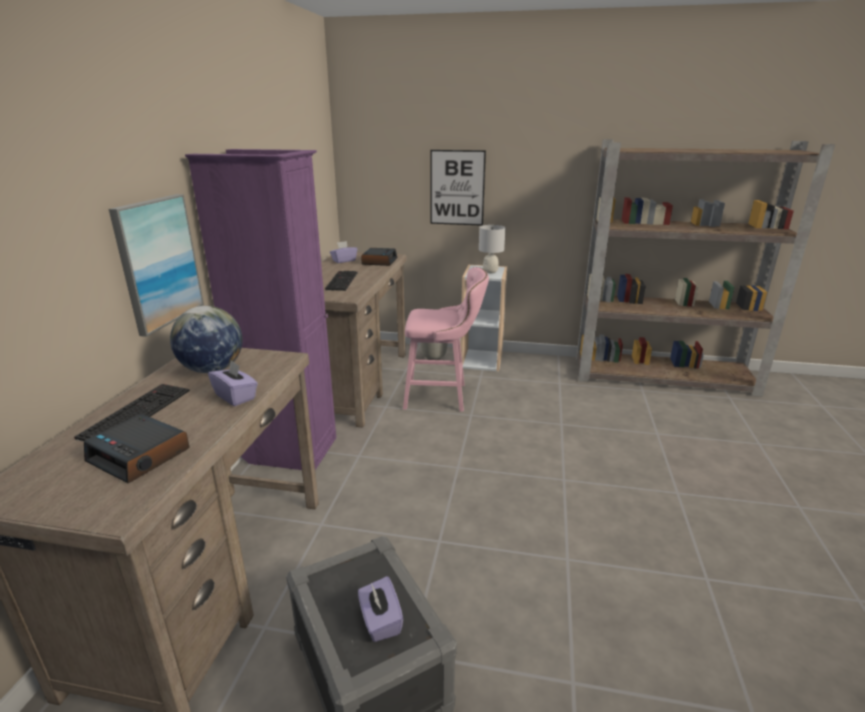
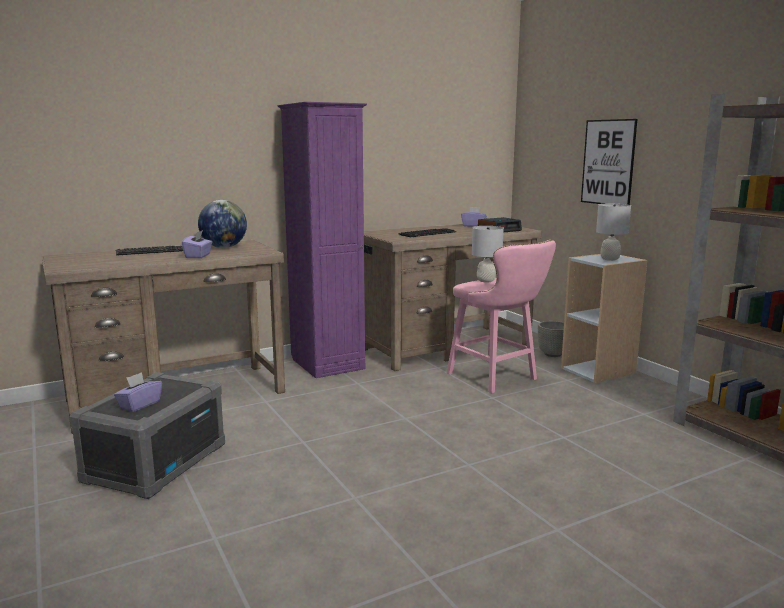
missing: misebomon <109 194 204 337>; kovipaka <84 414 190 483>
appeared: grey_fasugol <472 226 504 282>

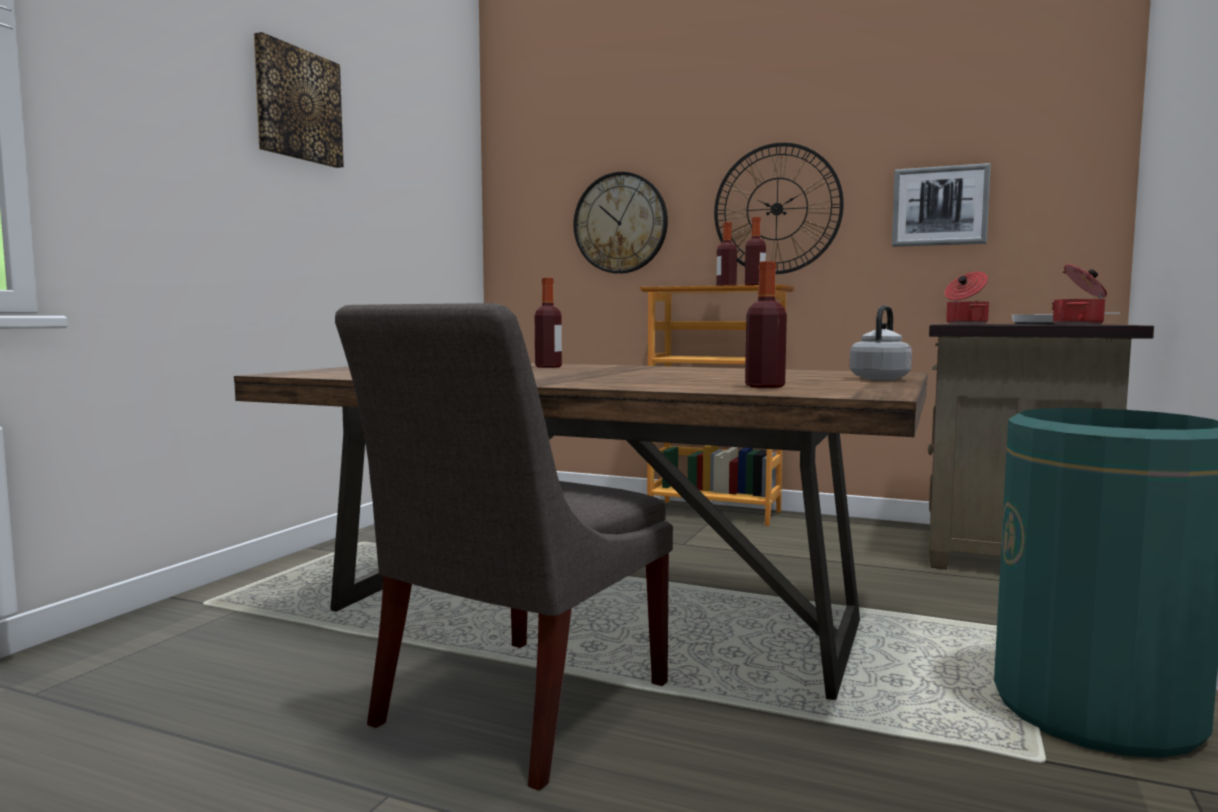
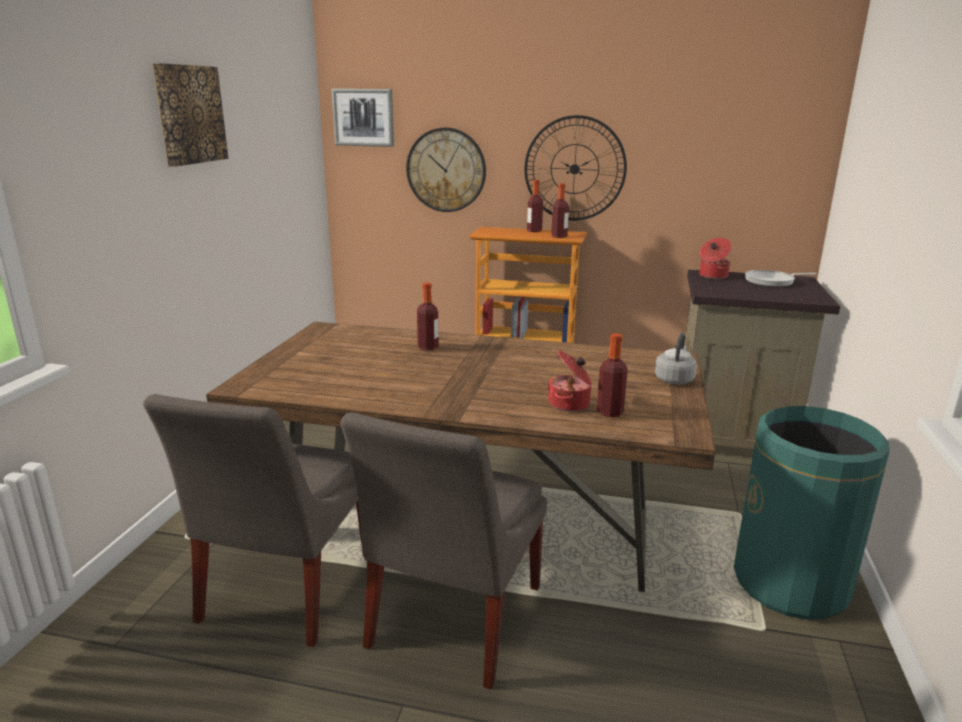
appeared: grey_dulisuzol <143 394 364 647>
relocated: misebomon <892 163 991 247> to <332 89 394 147>; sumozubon <1051 264 1107 325> to <547 350 592 412>

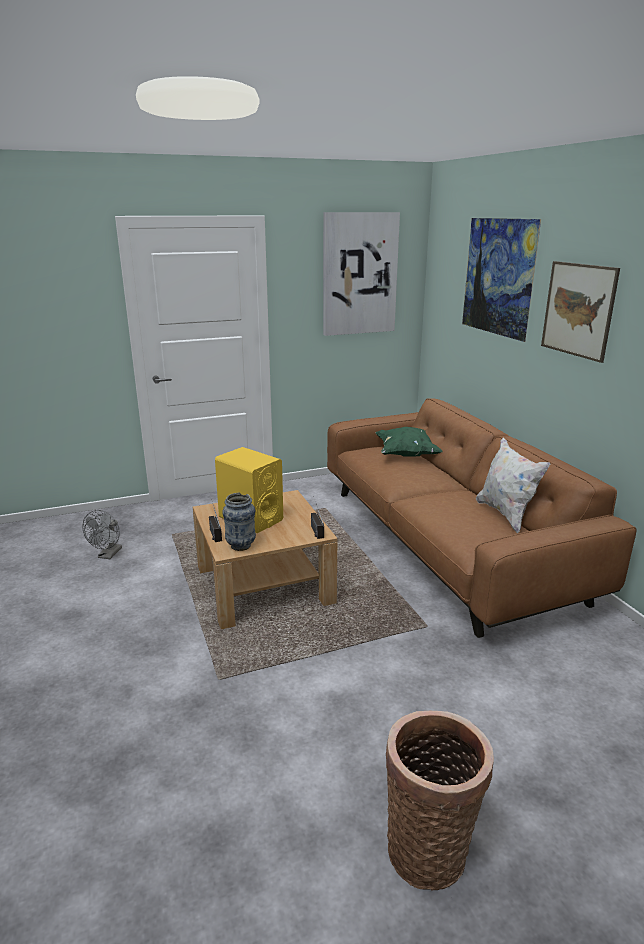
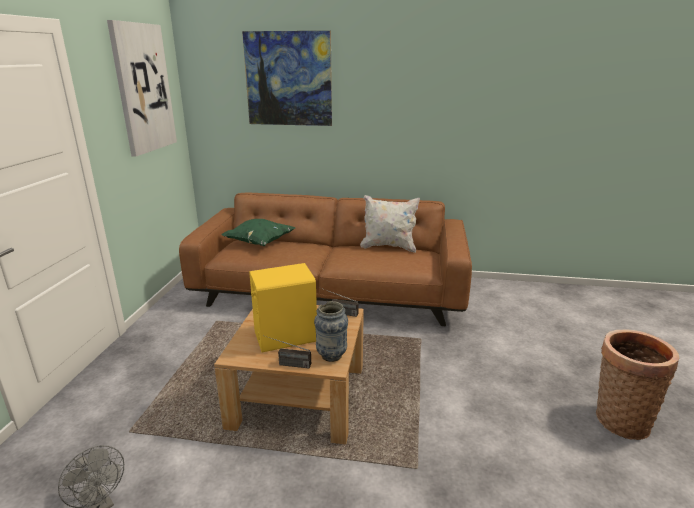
missing: misebomon <541 261 620 363>

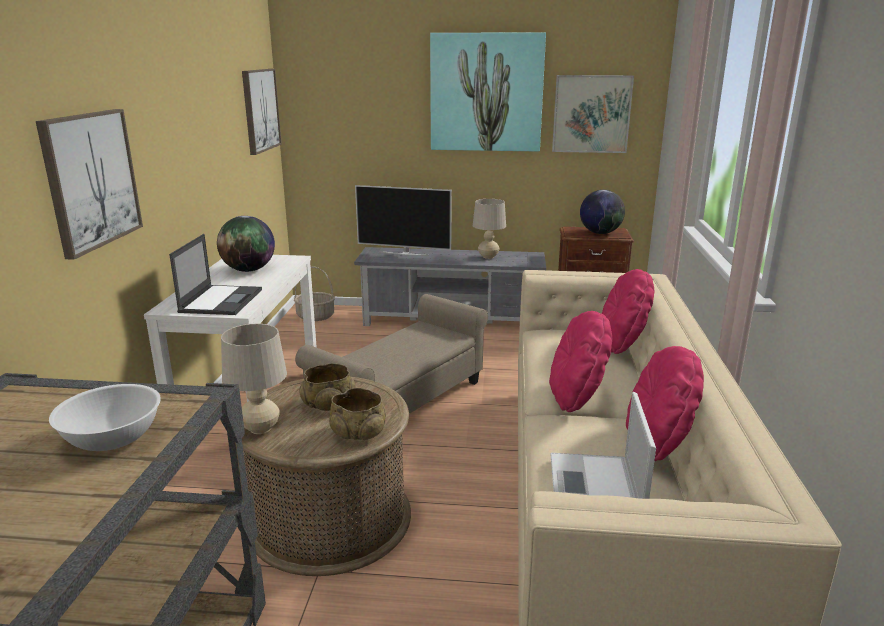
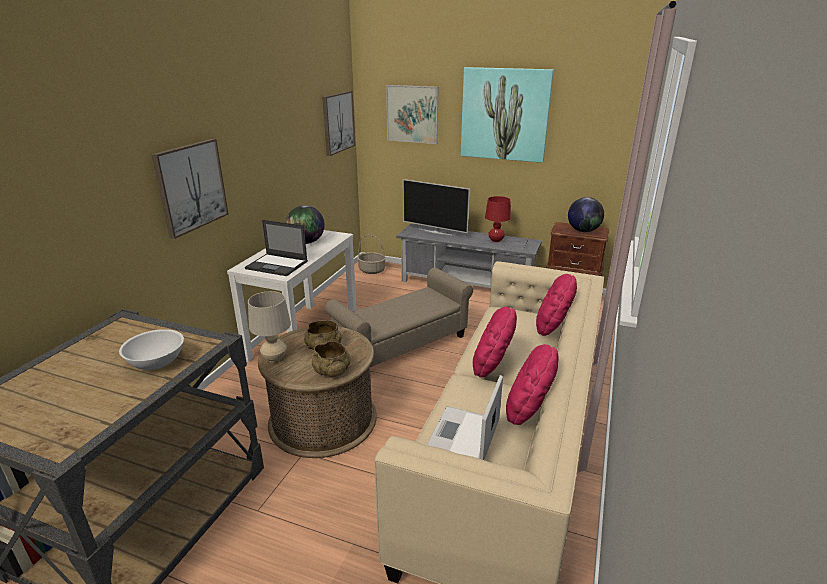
relocated: misebomon <552 75 634 153> to <386 85 439 144>
colour: beige_fasugol <473 199 506 259> to red_fasugol <485 196 511 242>
spun: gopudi <169 234 262 315> = <245 220 308 276> 90 degrees clockwise

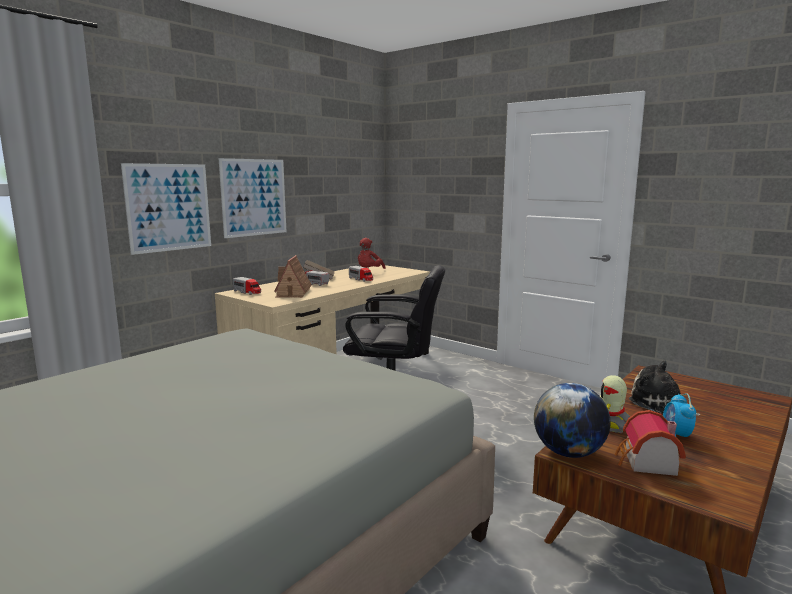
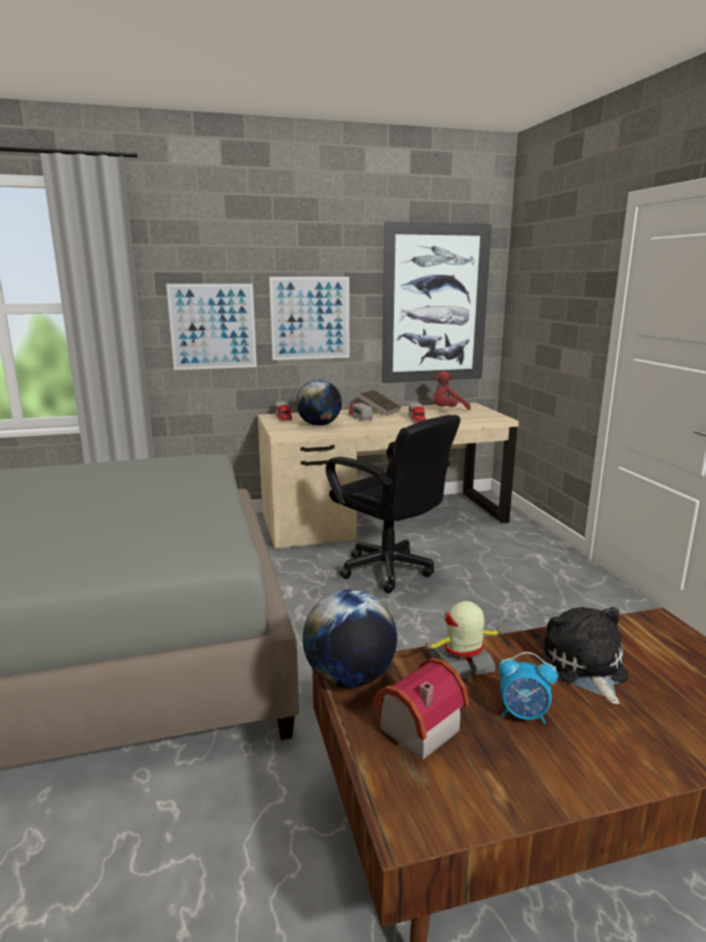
appeared: misebomon <382 222 492 383>
exchanged: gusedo <274 255 312 298> to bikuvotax <296 380 342 426>
spun: kovipaka <663 393 696 437> = <498 652 558 724> 120 degrees counterclockwise

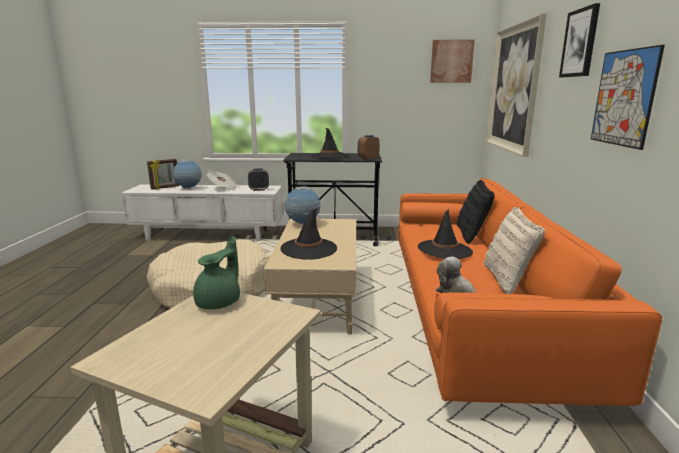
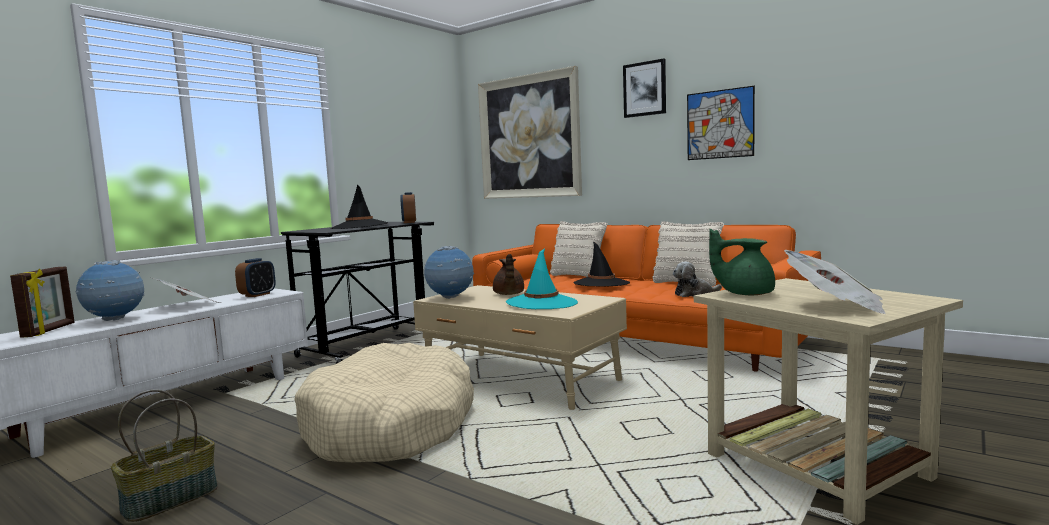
missing: misebomon <430 40 475 83>
appeared: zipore <784 250 886 314>; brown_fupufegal <493 254 524 295>; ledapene <111 389 218 522>
colour: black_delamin <456 180 494 244> to beige_delamin <550 221 608 277>; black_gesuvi <280 208 337 260> to turquoise_gesuvi <506 249 578 309>
spun: green_fupufegal <193 236 240 309> = <709 229 775 295> 45 degrees counterclockwise

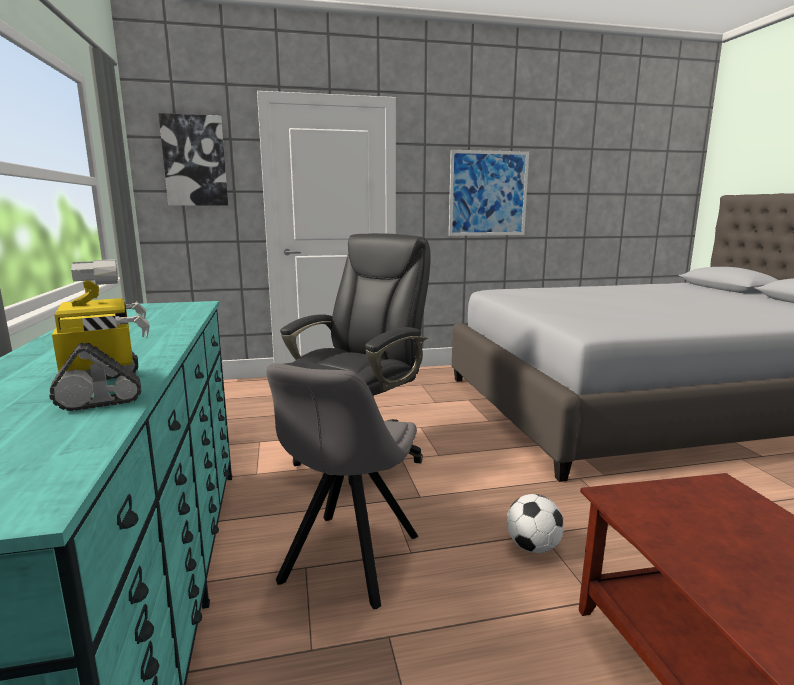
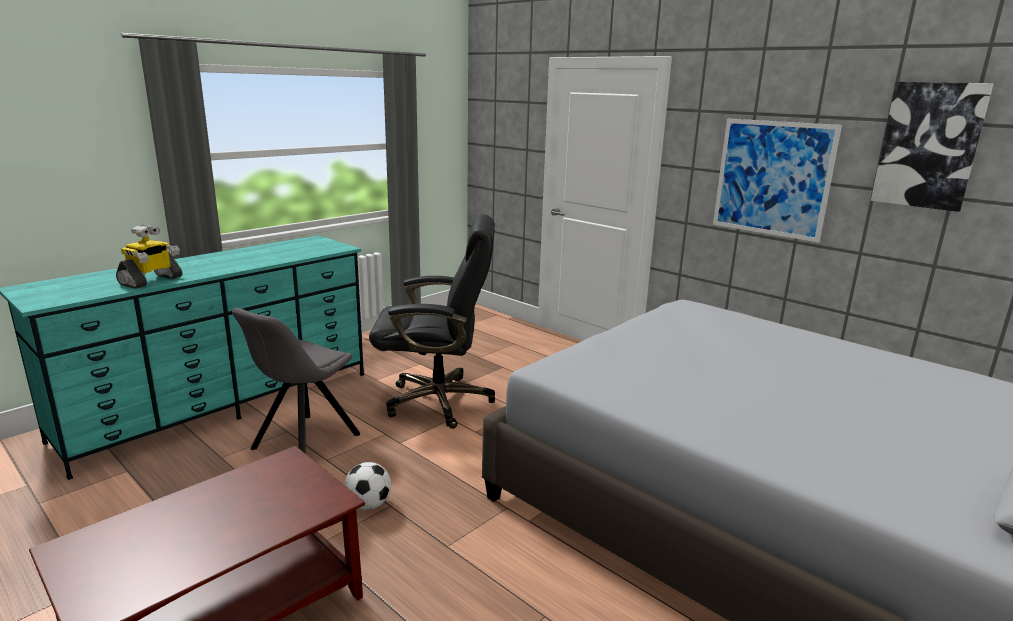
relocated: misebomon <158 113 228 206> to <871 82 994 212>
spun: grey_dulisuzol <266 363 419 609> = <232 308 360 454> 45 degrees counterclockwise

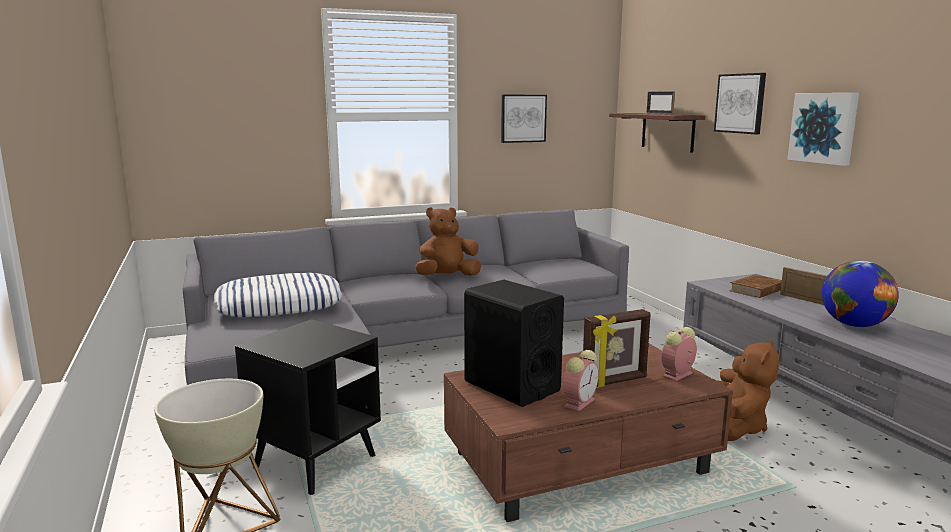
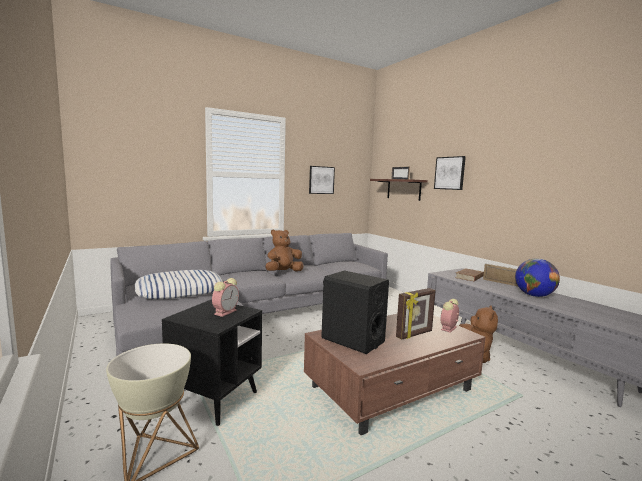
missing: misebomon <787 93 859 166>
relocated: kovipaka <563 350 599 411> to <212 278 239 317>

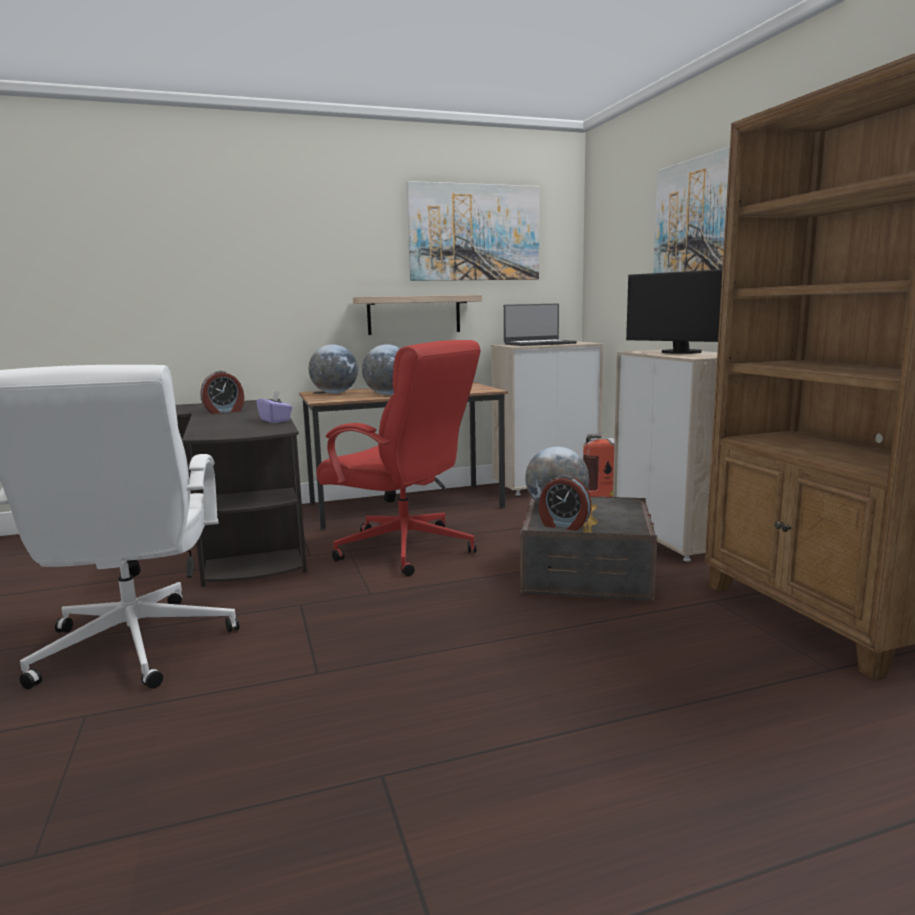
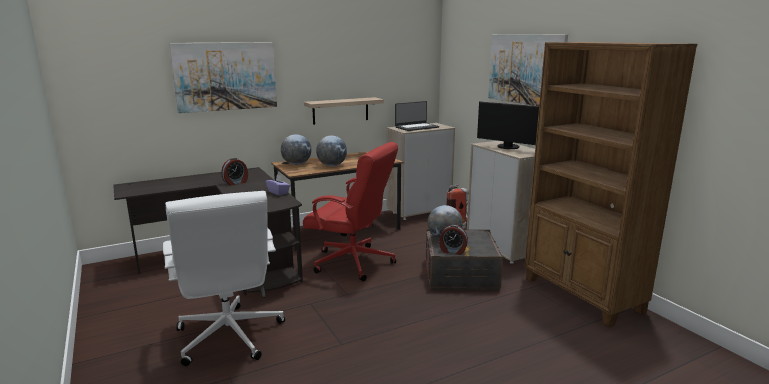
relocated: misebomon <407 181 539 281> to <169 42 277 113>

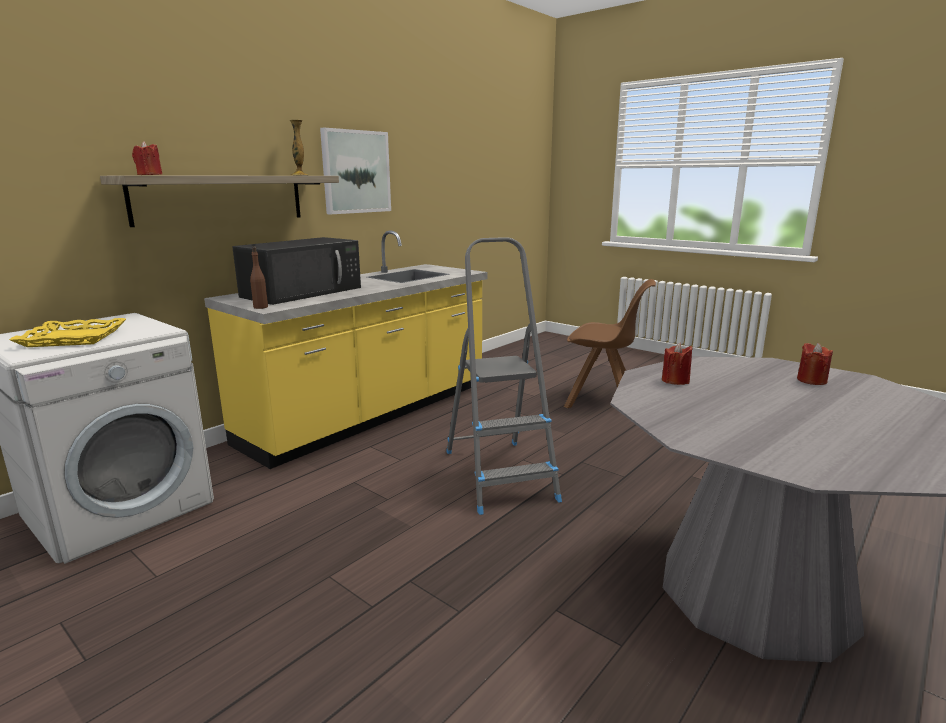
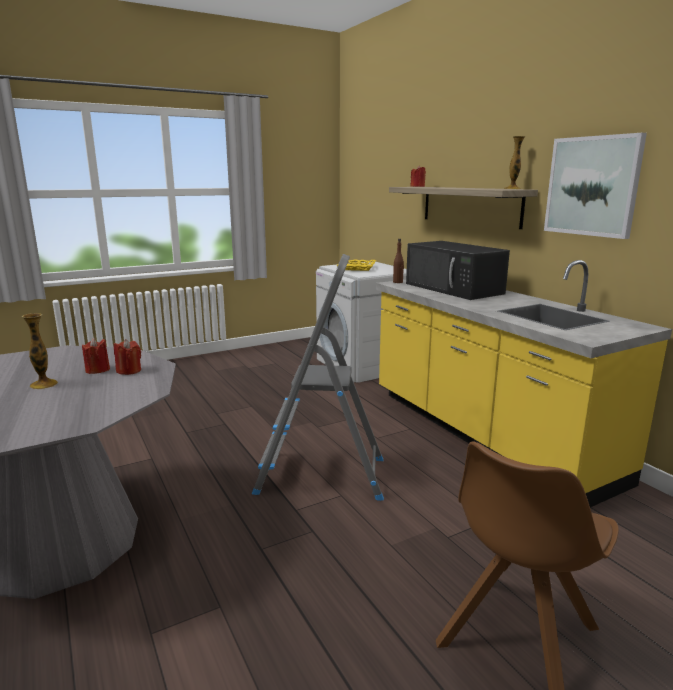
appeared: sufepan <22 313 58 389>
relocated: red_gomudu <797 343 833 385> to <82 338 110 374>

